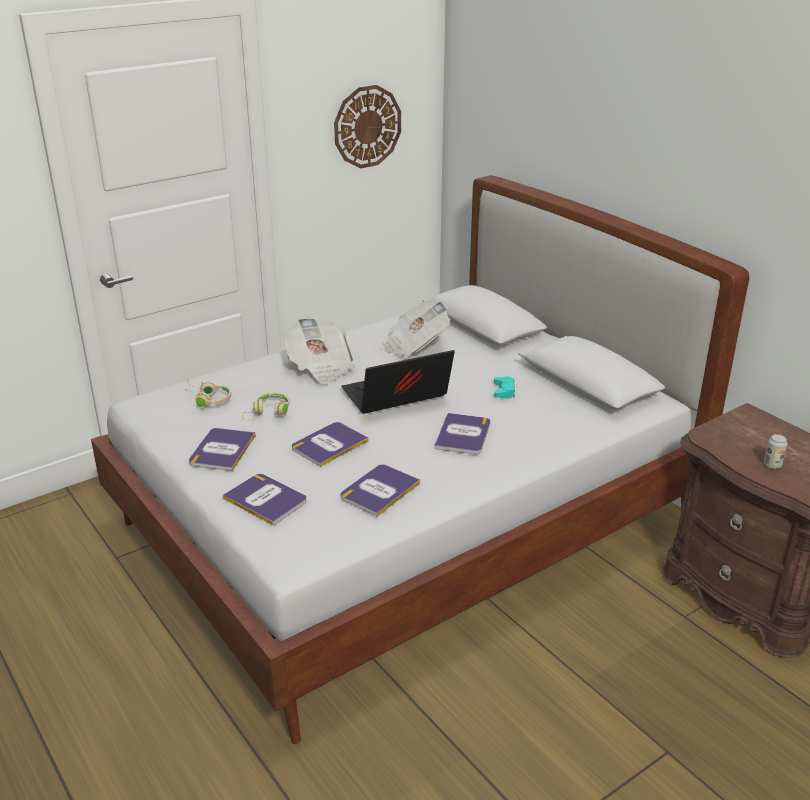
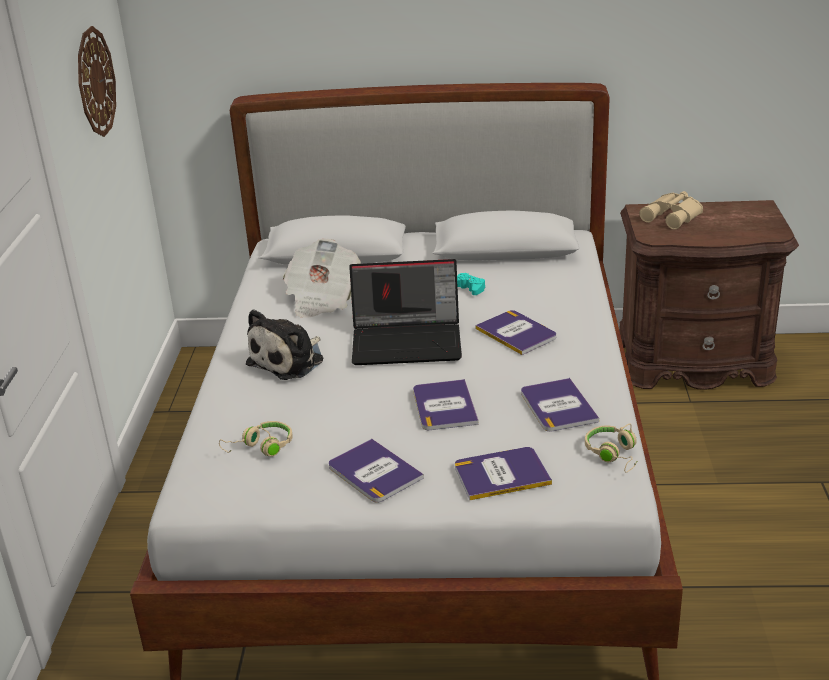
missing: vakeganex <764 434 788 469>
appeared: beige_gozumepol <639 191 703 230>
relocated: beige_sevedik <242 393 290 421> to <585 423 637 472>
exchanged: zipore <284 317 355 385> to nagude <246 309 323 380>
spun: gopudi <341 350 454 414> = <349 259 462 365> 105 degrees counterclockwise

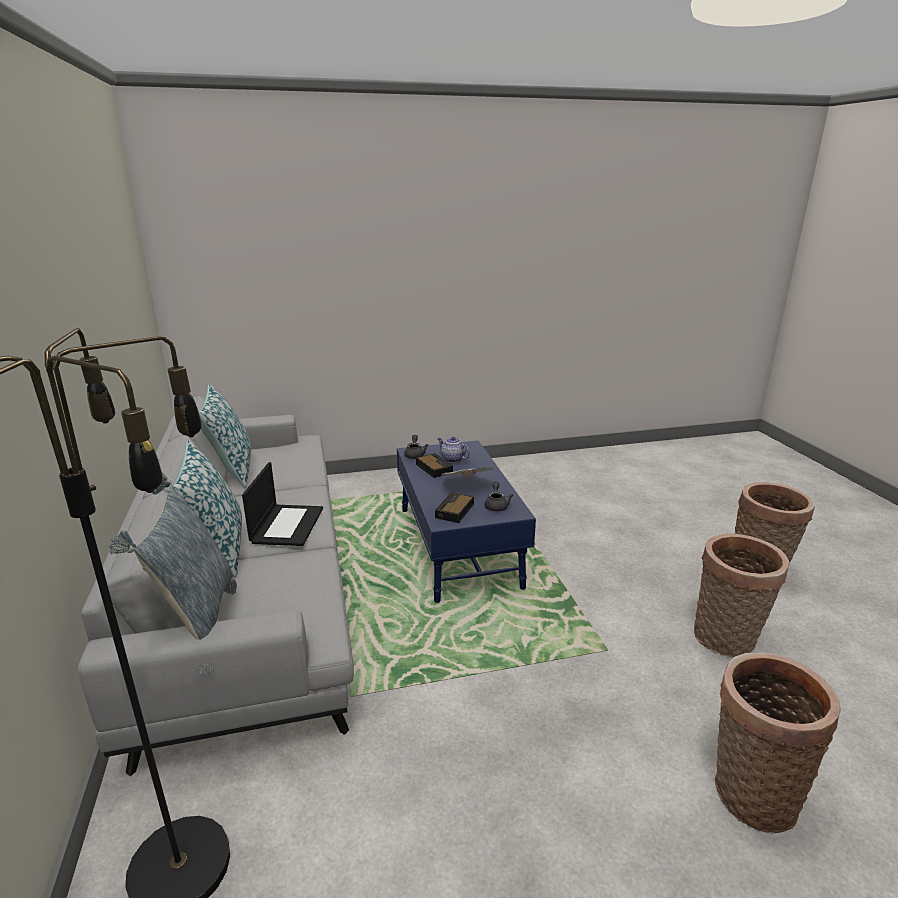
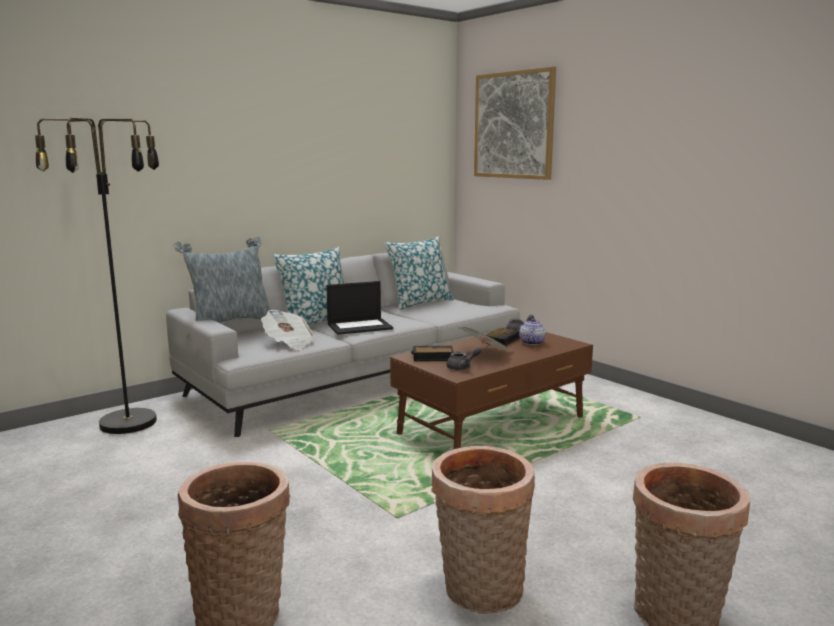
appeared: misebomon <474 67 556 180>; zipore <261 310 316 350>
colour: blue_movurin <397 441 536 603> to brown_movurin <390 332 593 449>

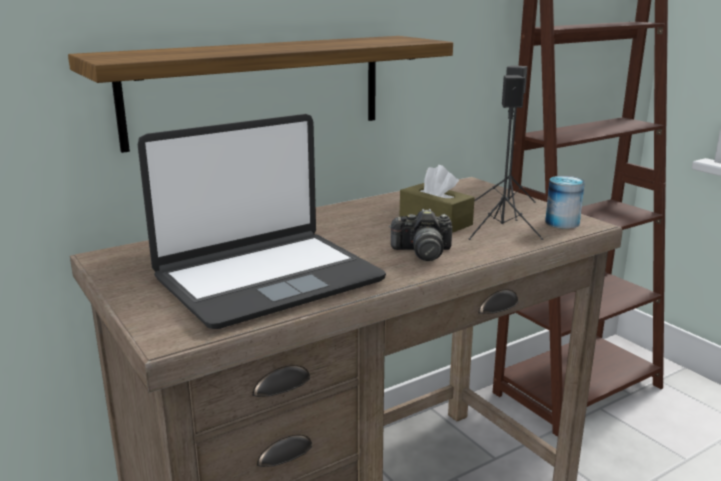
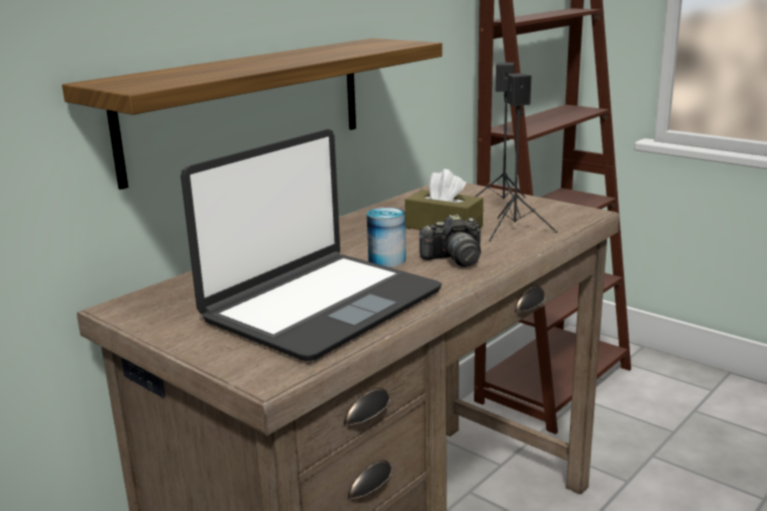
relocated: vakeganex <545 176 585 229> to <367 207 406 268>

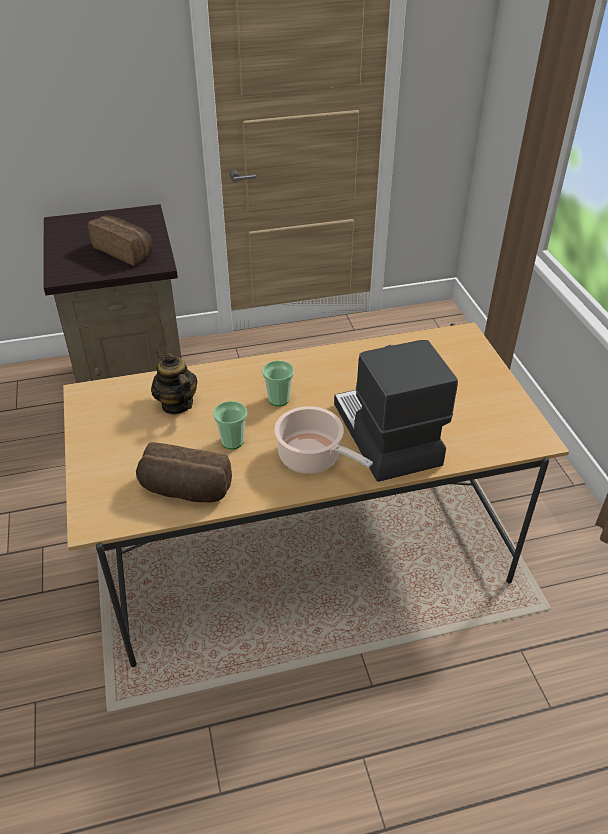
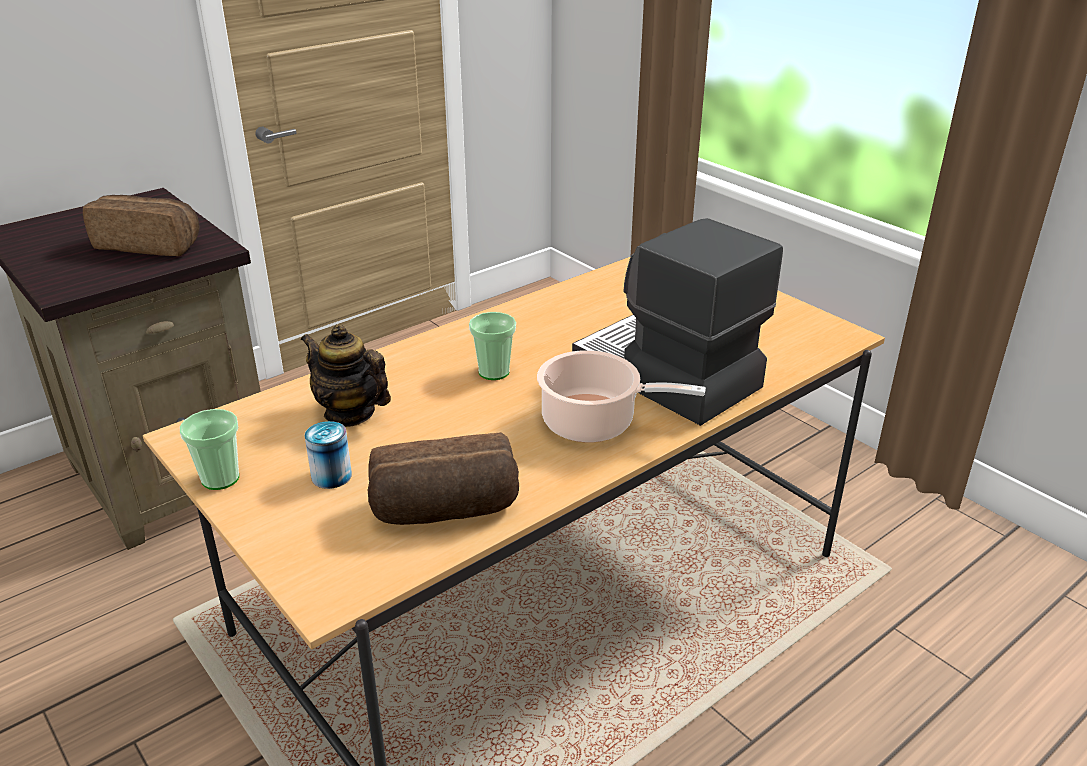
appeared: vakeganex <305 421 352 489>
relocated: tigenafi <213 401 247 449> to <180 409 239 490>

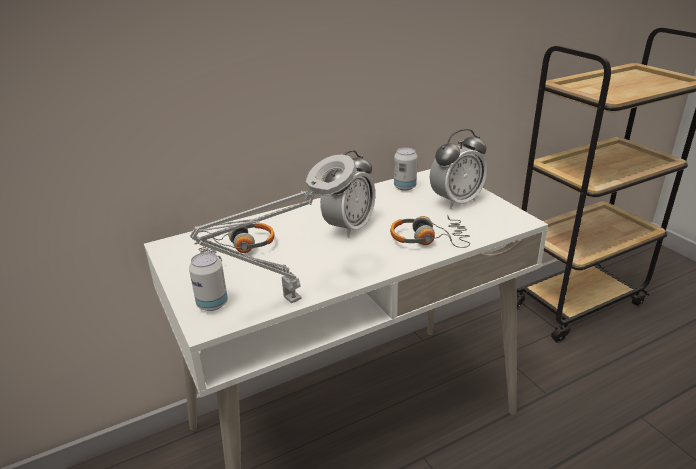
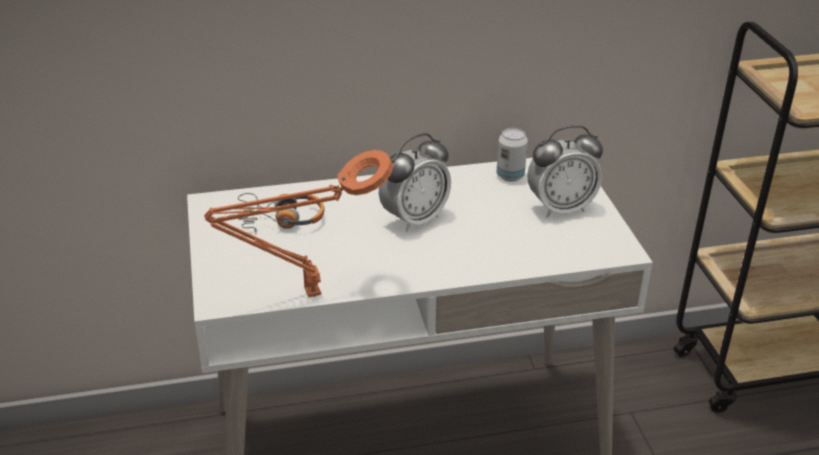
missing: sevedik <390 215 470 248>; vakeganex <189 252 228 311>
colour: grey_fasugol <190 154 357 303> to orange_fasugol <204 150 393 297>

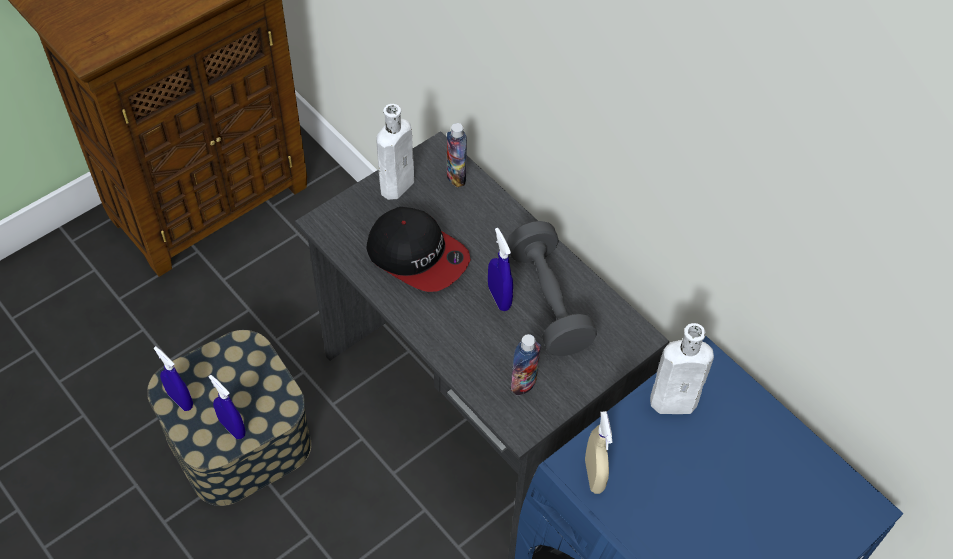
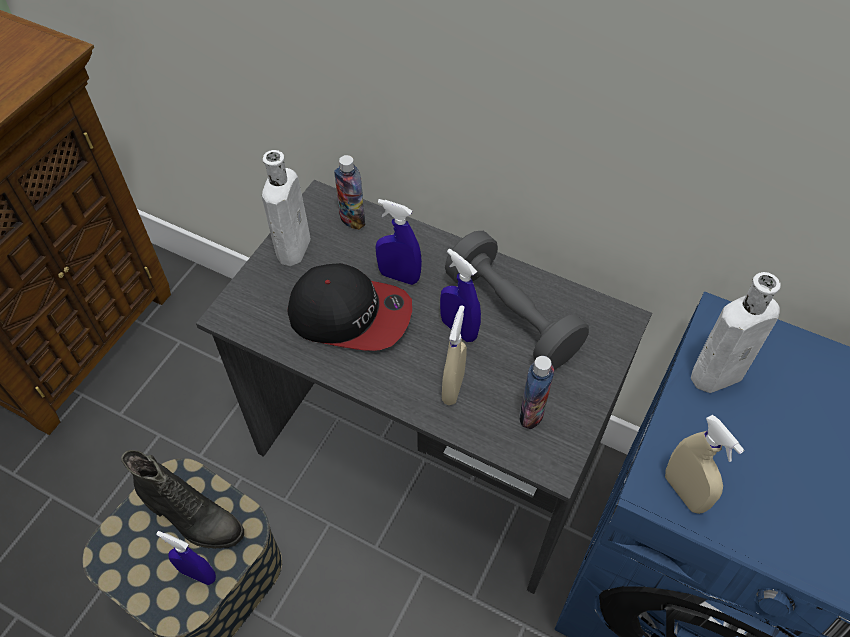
appeared: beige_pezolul <442 305 467 405>; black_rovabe <121 450 244 549>
relocated: blue_pezolul <154 346 193 411> to <375 199 422 285>

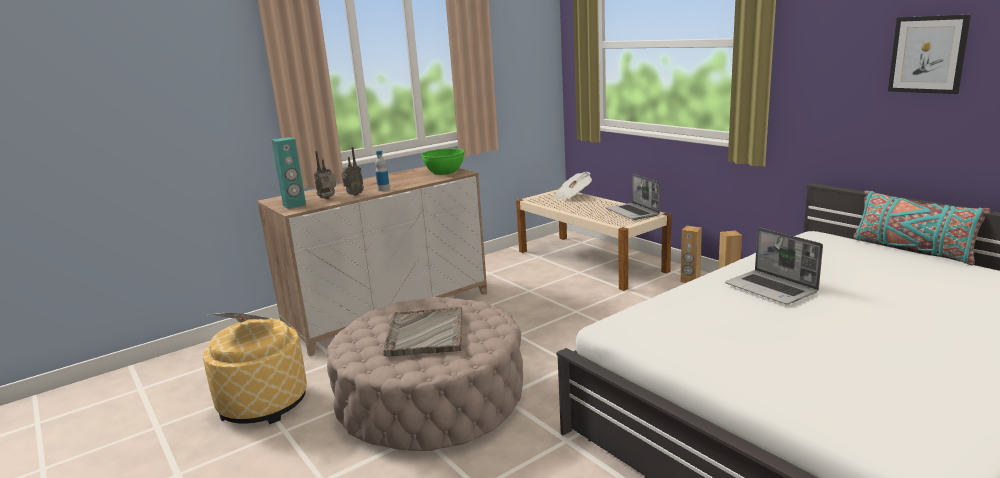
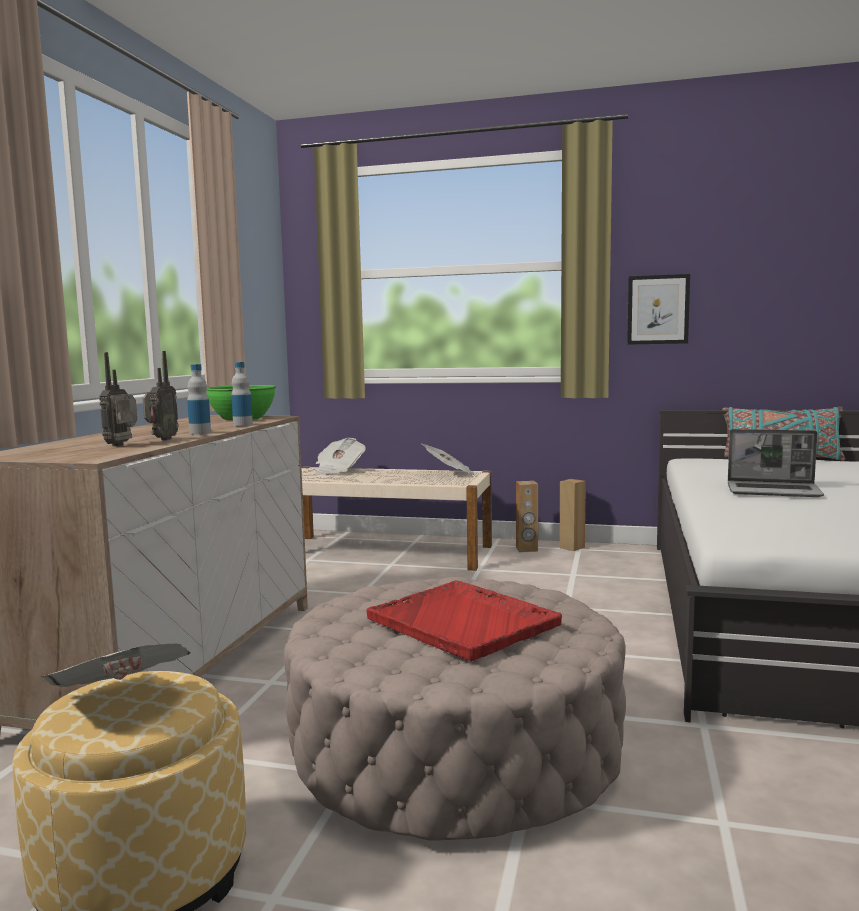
missing: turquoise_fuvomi <272 137 306 209>
appeared: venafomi <231 362 253 427>
relocated: misebomon <888 14 971 94> to <627 274 690 345>
exchanged: gopudi <606 174 660 220> to zipore <420 443 475 475>
colour: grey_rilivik <383 307 462 357> to red_rilivik <366 580 562 661>

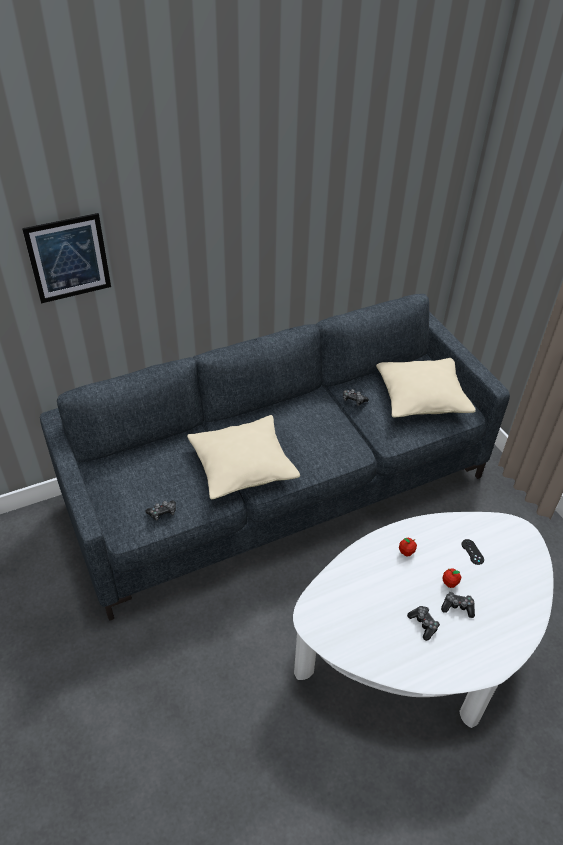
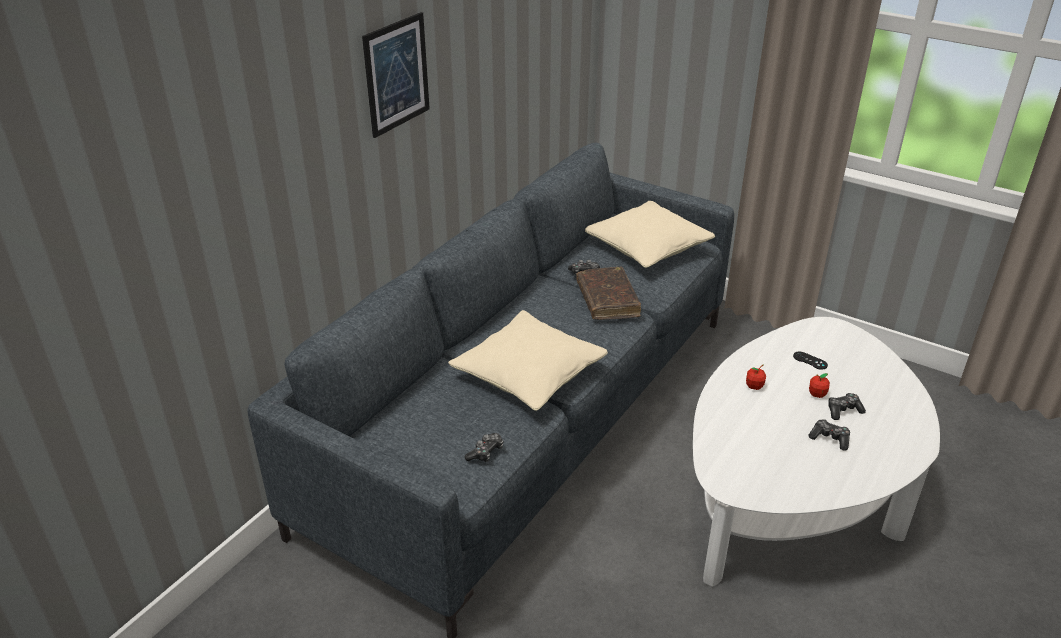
appeared: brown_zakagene <576 267 641 320>
relocated: misebomon <22 213 111 303> to <362 12 430 138>

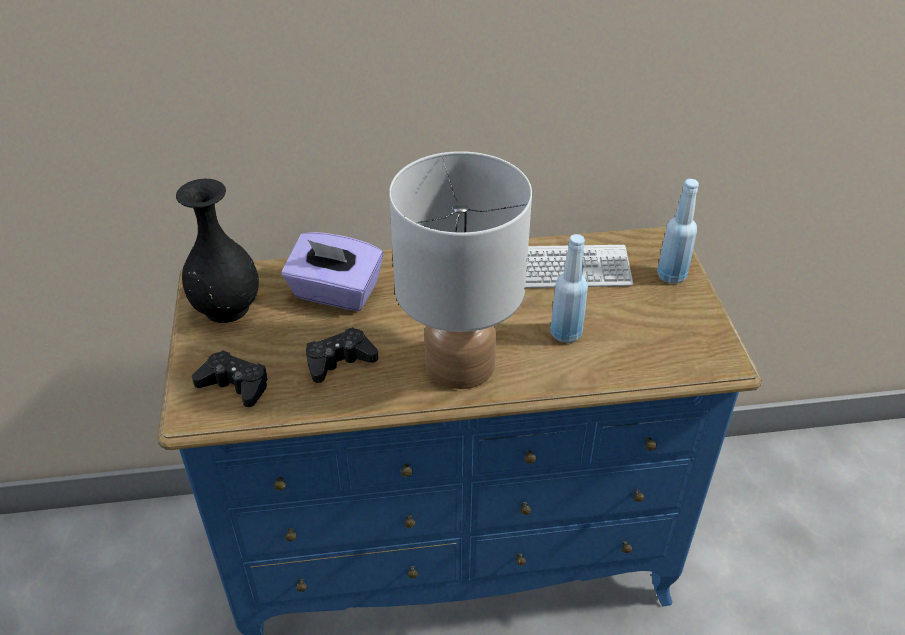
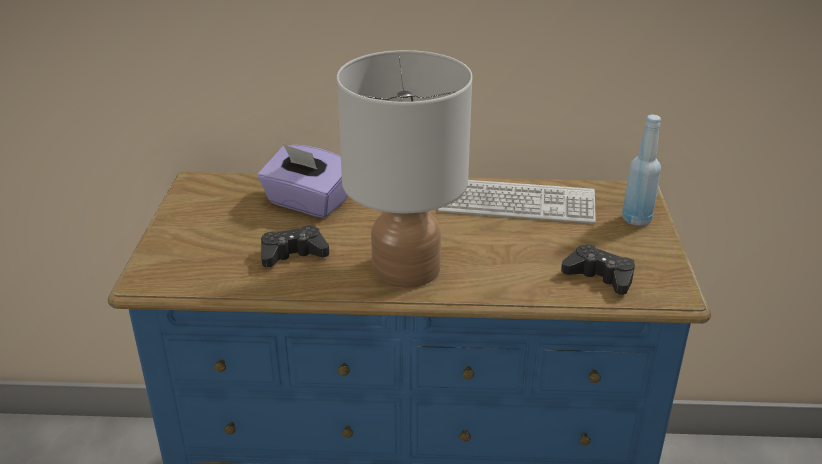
missing: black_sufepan <176 179 259 323>; blue_venafomi <551 234 588 343>
relocated: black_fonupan <192 351 268 407> to <561 244 635 295>

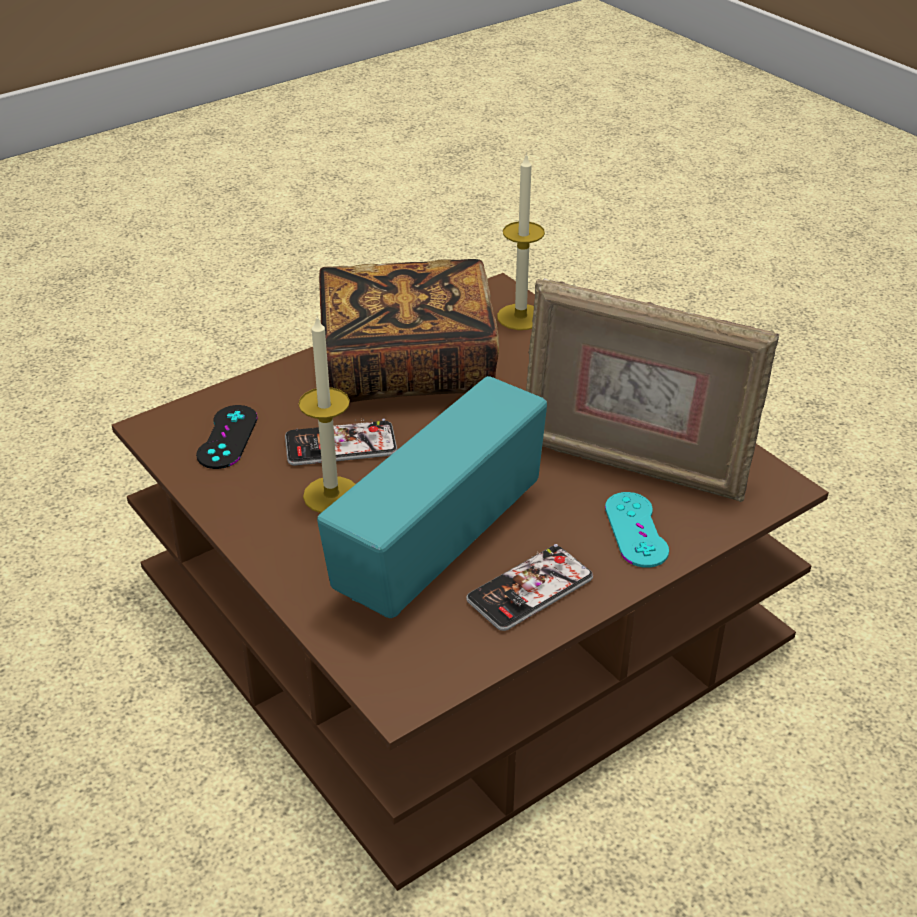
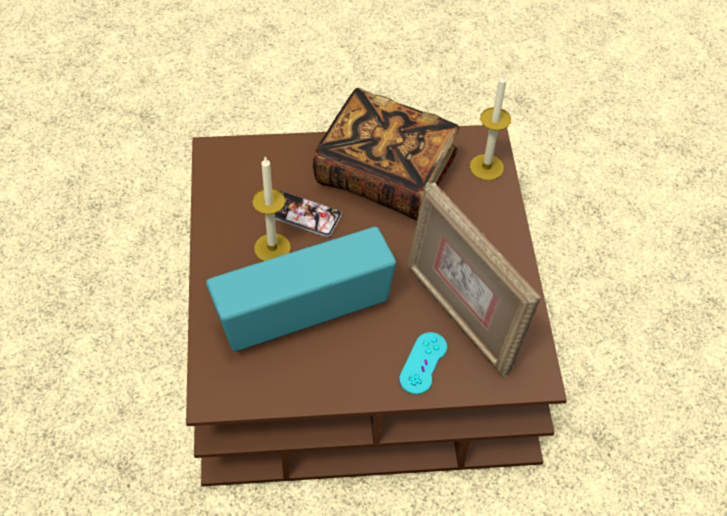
missing: black_fonupan <196 405 258 469>; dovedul <466 544 593 631>

